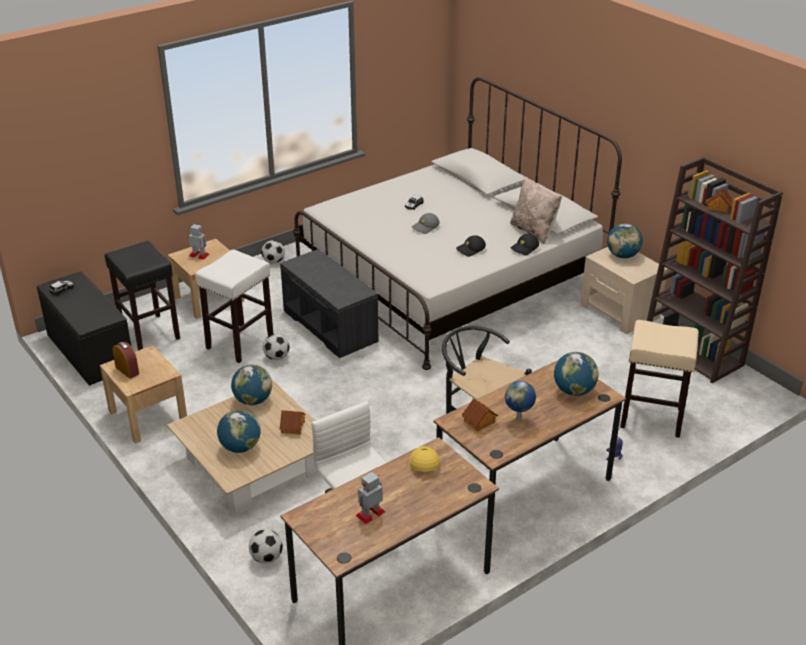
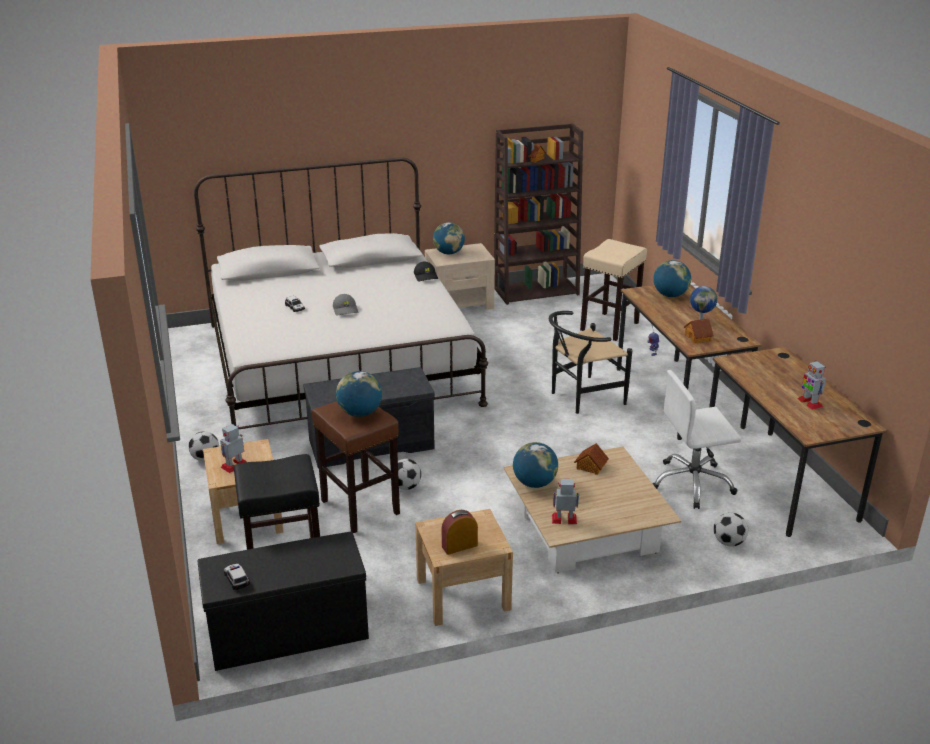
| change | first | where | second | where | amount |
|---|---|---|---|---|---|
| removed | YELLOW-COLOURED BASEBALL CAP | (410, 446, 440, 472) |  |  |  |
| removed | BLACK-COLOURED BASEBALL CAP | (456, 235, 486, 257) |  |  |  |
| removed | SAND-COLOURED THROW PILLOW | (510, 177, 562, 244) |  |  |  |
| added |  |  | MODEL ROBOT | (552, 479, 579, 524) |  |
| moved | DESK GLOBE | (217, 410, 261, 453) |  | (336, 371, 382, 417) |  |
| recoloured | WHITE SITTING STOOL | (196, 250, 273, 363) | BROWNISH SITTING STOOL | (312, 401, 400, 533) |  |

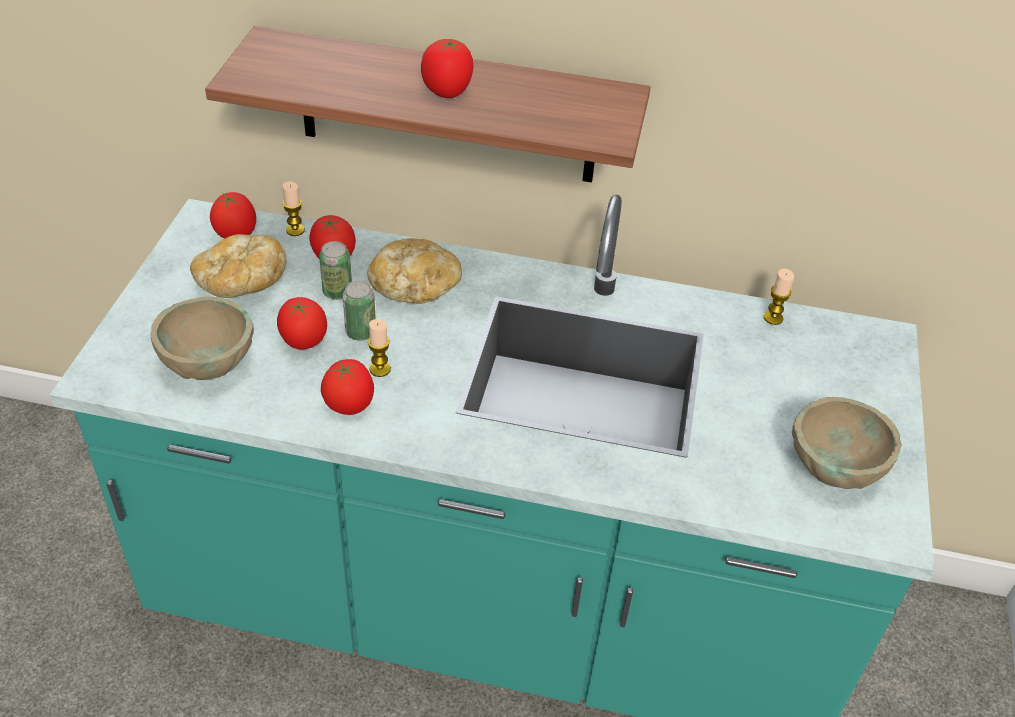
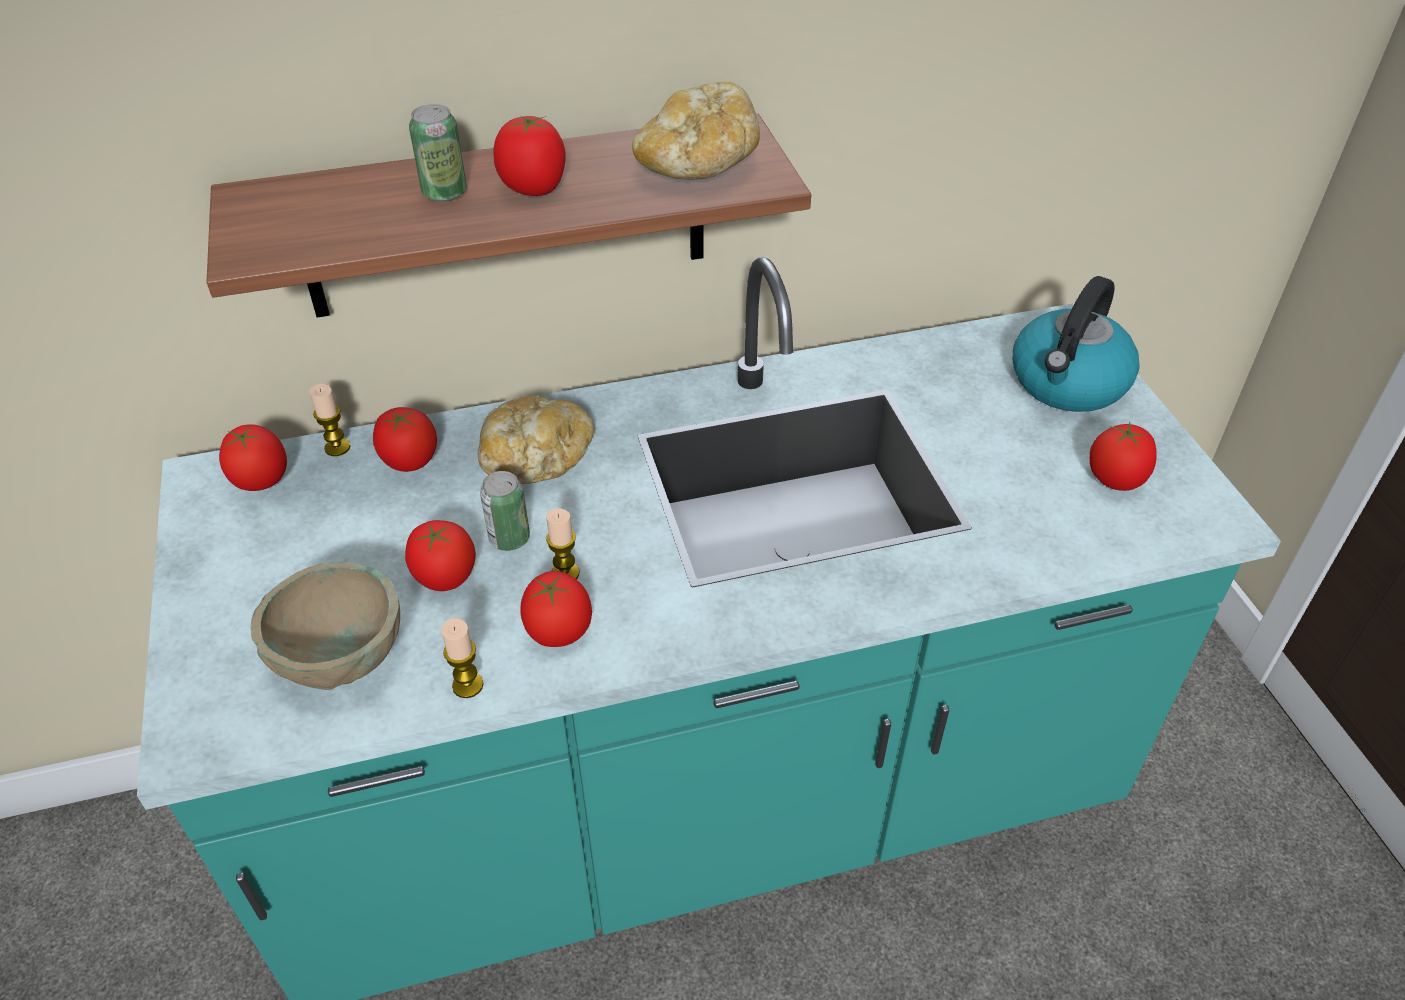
| change | first | where | second | where | amount |
|---|---|---|---|---|---|
| added |  |  | TEA KETTLE | (1012, 276, 1139, 412) |  |
| moved | BAKED BREAD | (190, 234, 287, 298) |  | (632, 82, 760, 180) |  |
| moved | METAL CAN | (319, 241, 352, 300) |  | (409, 104, 467, 202) |  |
| moved | WAX LIGHT | (764, 269, 794, 325) |  | (441, 618, 483, 698) |  |
| replaced | SAND-COLOURED BOWL | (792, 397, 901, 489) | WHOLE TOMATO | (1089, 422, 1156, 491) |  |

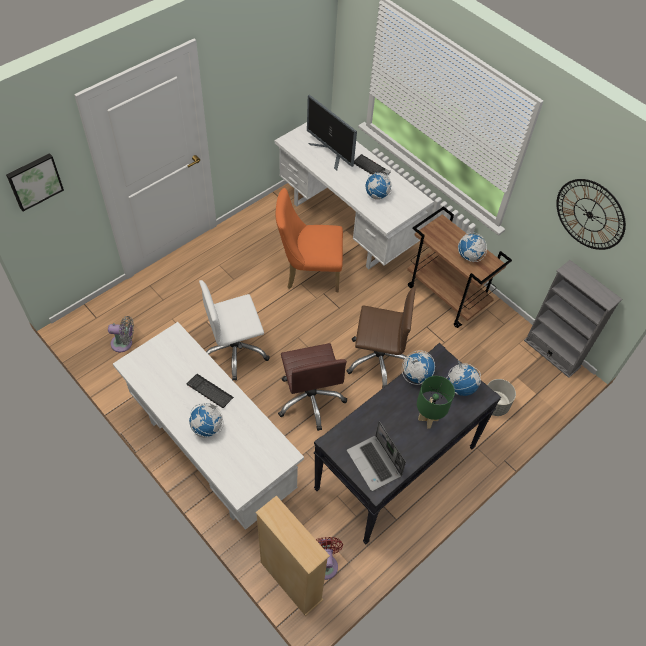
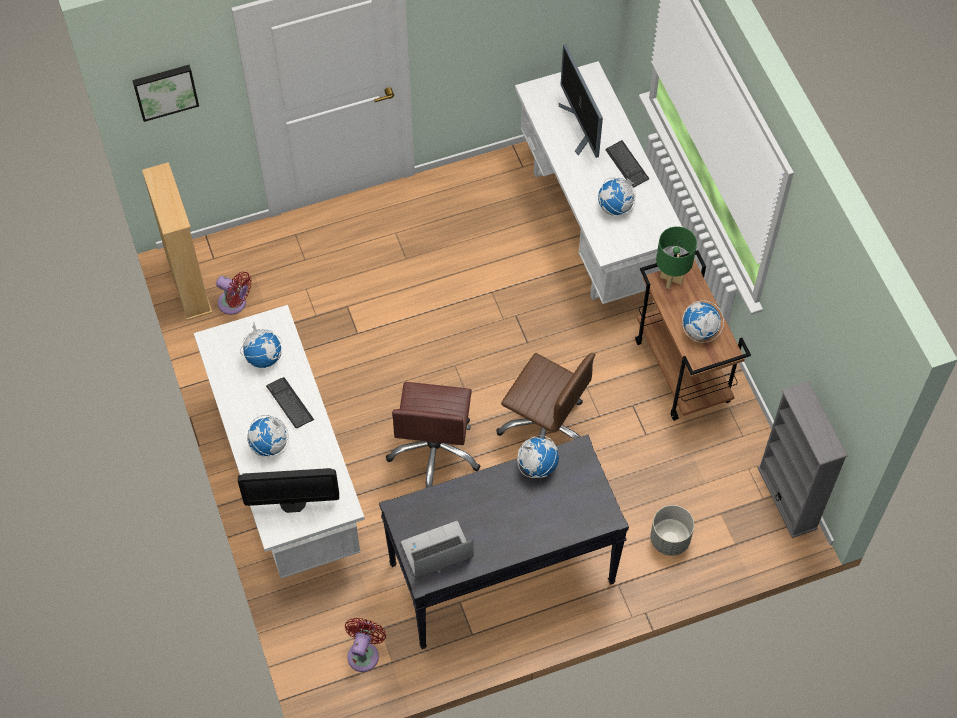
| change | first | where | second | where | amount |
|---|---|---|---|---|---|
| removed | WHITE OFFICE CHAIR | (199, 280, 270, 380) |  |  |  |
| removed | ORANGE UPRIGHT CHAIR | (276, 188, 343, 292) |  |  |  |
| removed | CLOCK ON THE WALL | (556, 179, 626, 250) |  |  |  |
| added |  |  | COMPUTER SCREEN | (238, 468, 339, 513) |  |
| moved | SAND-COLOURED SHELVING UNIT | (256, 496, 330, 616) |  | (142, 162, 213, 320) |  |
| moved | GREEN TABLETOP LAMP | (417, 376, 455, 429) |  | (656, 226, 697, 289) |  |
| moved | DESK GLOBE | (446, 360, 481, 396) |  | (240, 322, 282, 368) |  |
| recoloured | GREY FAN | (108, 316, 134, 352) | RED FAN | (216, 272, 252, 315) |  |
| turned | LAPTOP | (347, 421, 406, 491) |  | (401, 521, 473, 578) | 75 degrees clockwise |

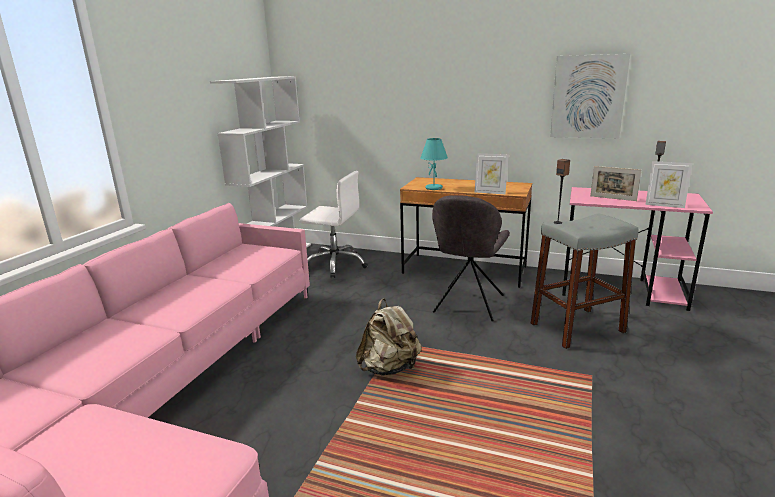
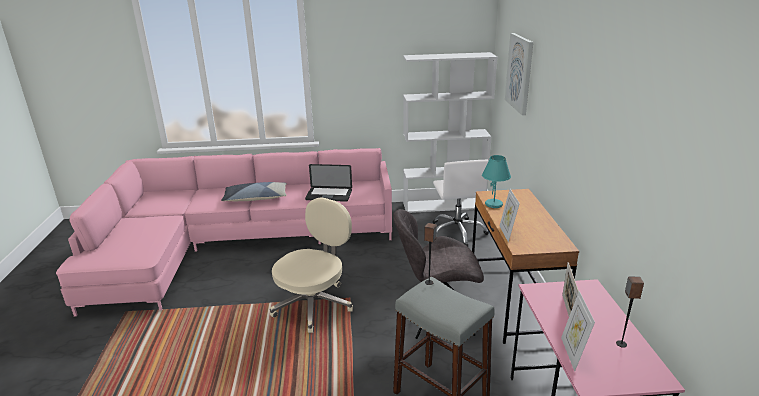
| change | first | where | second | where | amount |
|---|---|---|---|---|---|
| added |  |  | THROW PILLOW | (221, 182, 287, 201) |  |
| added |  |  | LAPTOP | (305, 164, 352, 202) |  |
| moved | WALL ART | (550, 54, 630, 138) |  | (505, 33, 533, 115) |  |
| replaced | SAND-COLOURED BACKPACK | (356, 299, 422, 376) | SAND-COLOURED OFFICE CHAIR | (270, 197, 353, 333) |  |

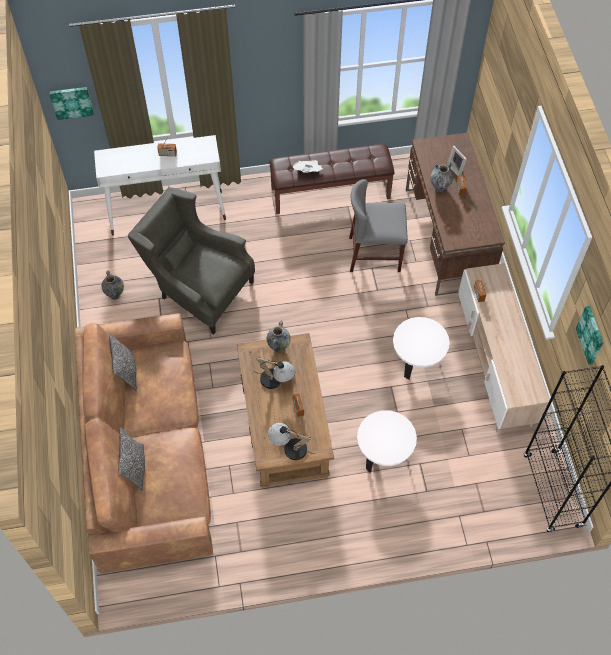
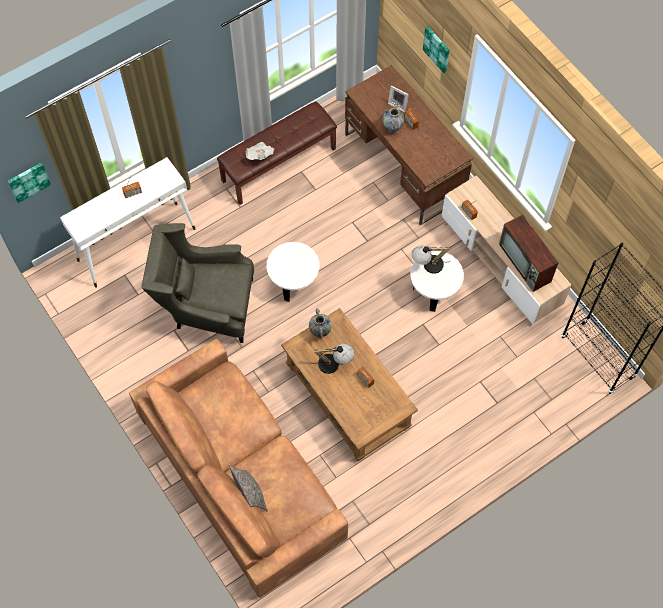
| change | first | where | second | where | amount |
|---|---|---|---|---|---|
| removed | FLOWER VASE | (102, 270, 124, 300) |  |  |  |
| removed | THROW PILLOW | (109, 333, 137, 392) |  |  |  |
| removed | GREY UPRIGHT CHAIR | (349, 179, 408, 272) |  |  |  |
| added |  |  | TELEVISION | (499, 215, 558, 292) |  |
| moved | TABLETOP LAMP | (268, 423, 315, 460) |  | (412, 245, 451, 274) |  |
| moved | WHITE SIDE TABLE | (357, 410, 417, 473) |  | (267, 242, 320, 302) |  |
| moved | WALL ART | (576, 306, 603, 365) |  | (423, 26, 450, 73) |  |

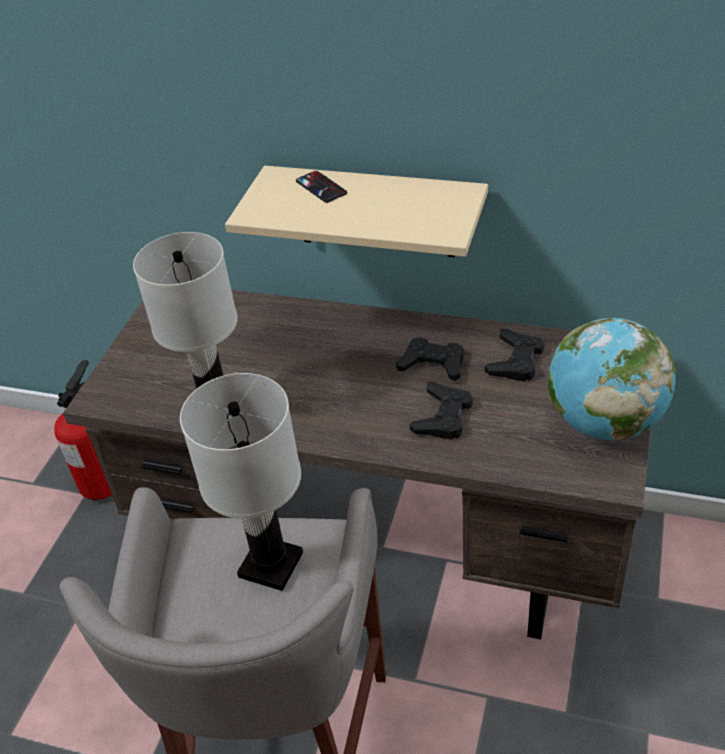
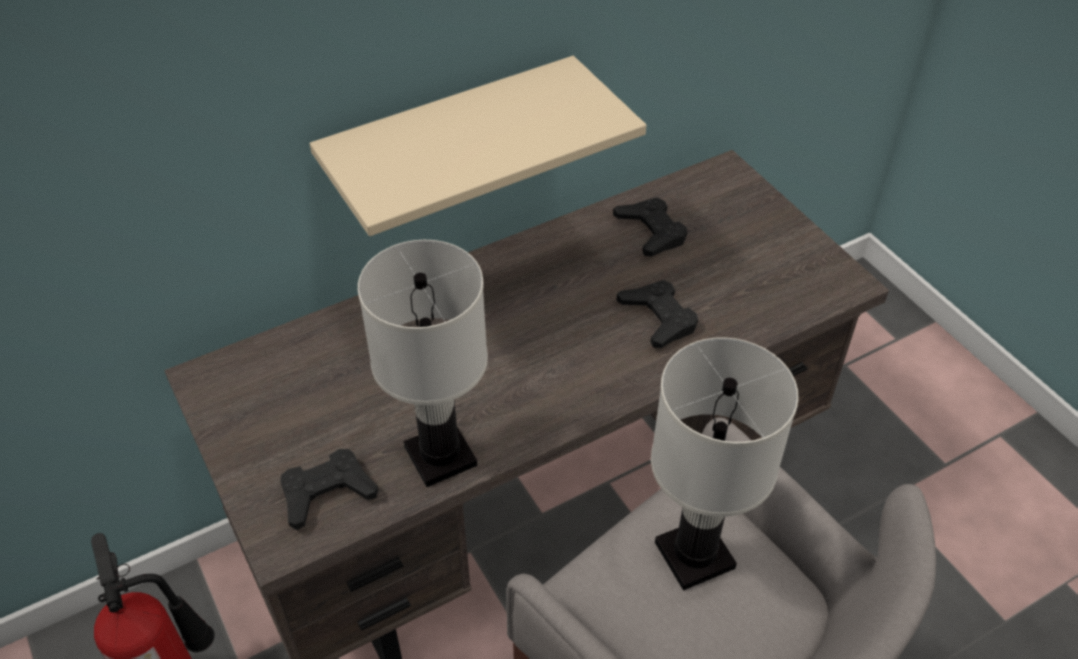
| change | first | where | second | where | amount |
|---|---|---|---|---|---|
| removed | TELEPHONE | (296, 171, 347, 203) |  |  |  |
| removed | DESK GLOBE | (547, 318, 676, 441) |  |  |  |
| moved | BLACK-COLOURED JOYPAD | (396, 337, 464, 381) |  | (280, 449, 378, 530) |  |

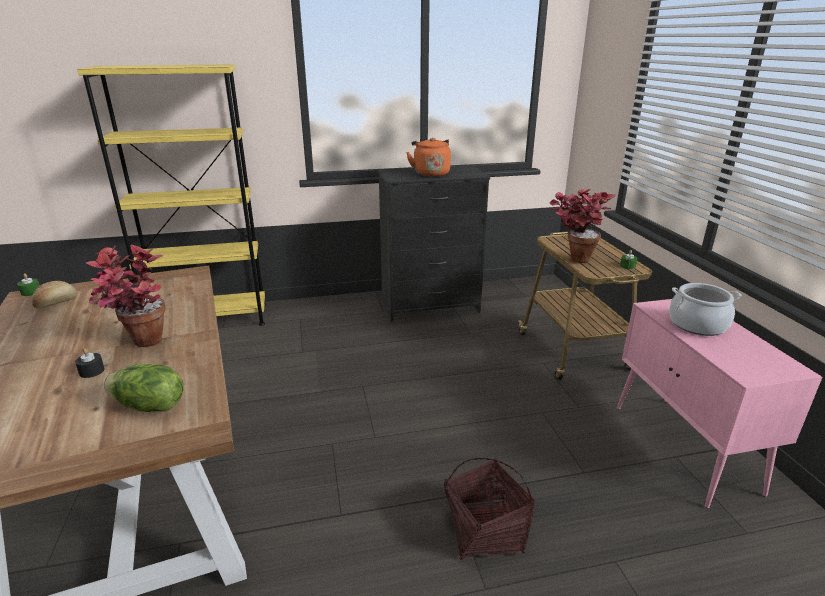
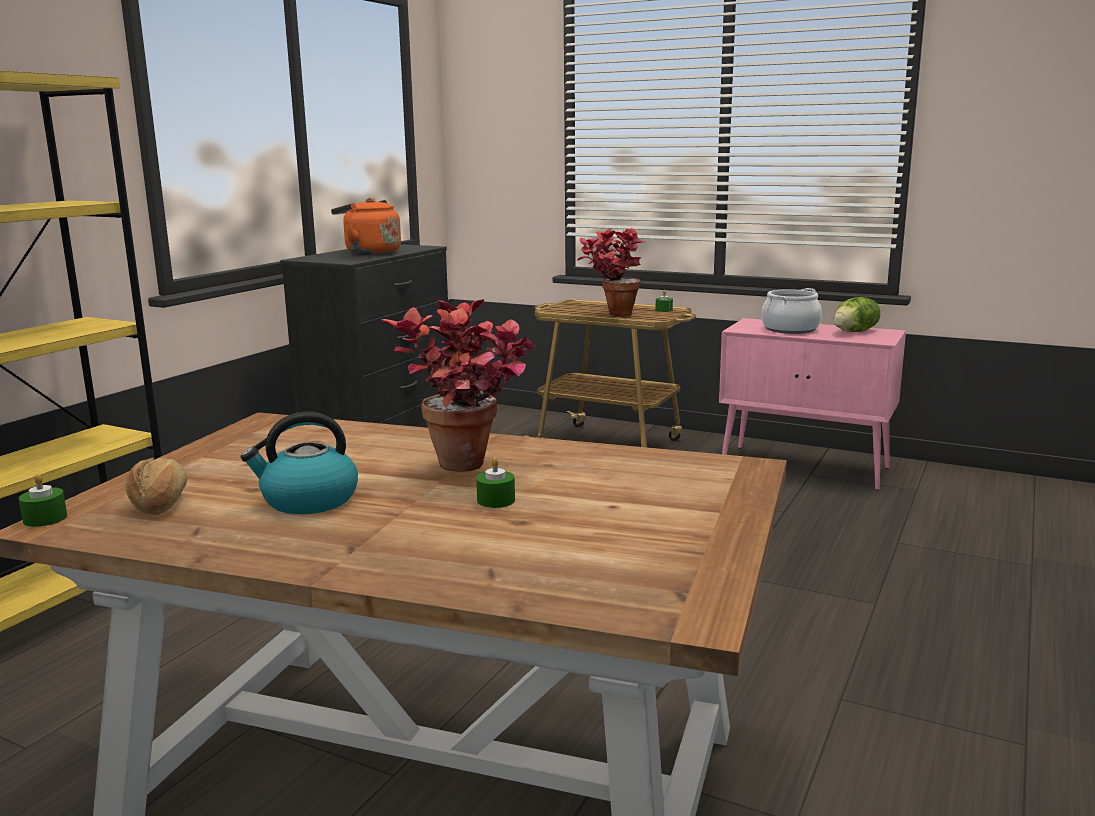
| change | first | where | second | where | amount |
|---|---|---|---|---|---|
| removed | STORAGE BASKET | (444, 458, 535, 560) |  |  |  |
| added |  |  | TEA KETTLE | (240, 412, 358, 514) |  |
| moved | HEAD OF LETTUCE | (103, 364, 184, 412) |  | (834, 297, 881, 332) |  |
| recoloured | BLACK-COLOURED WAX LIGHT | (75, 348, 105, 378) | GREEN WAX LIGHT | (476, 457, 515, 508) |  |

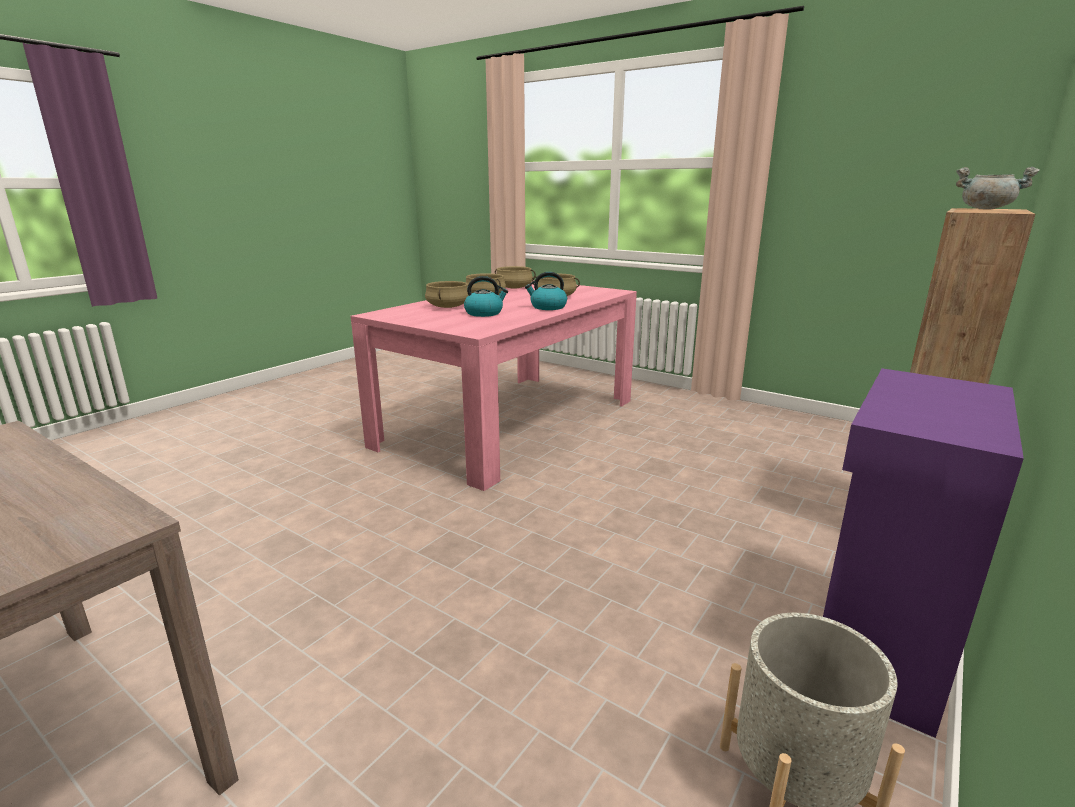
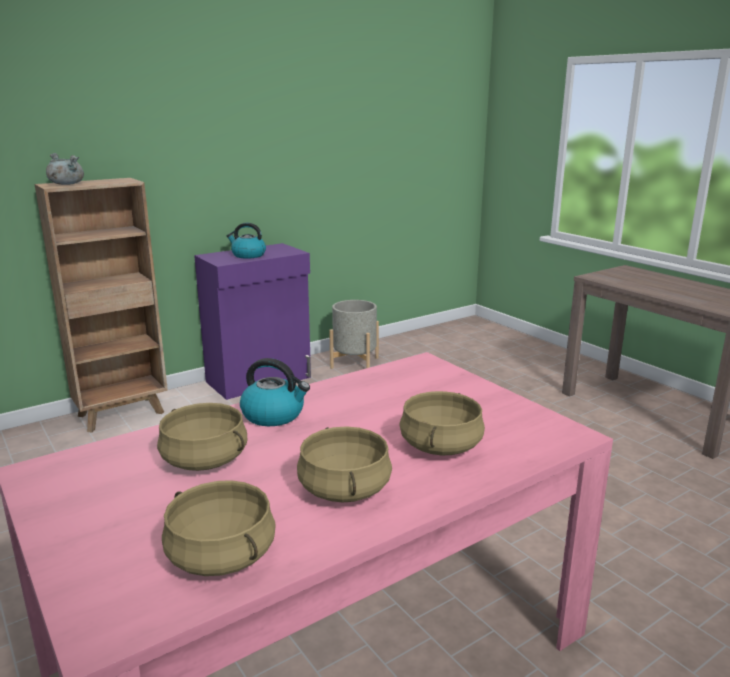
| change | first | where | second | where | amount |
|---|---|---|---|---|---|
| moved | TEA KETTLE | (464, 276, 508, 317) |  | (226, 223, 266, 259) |  |

